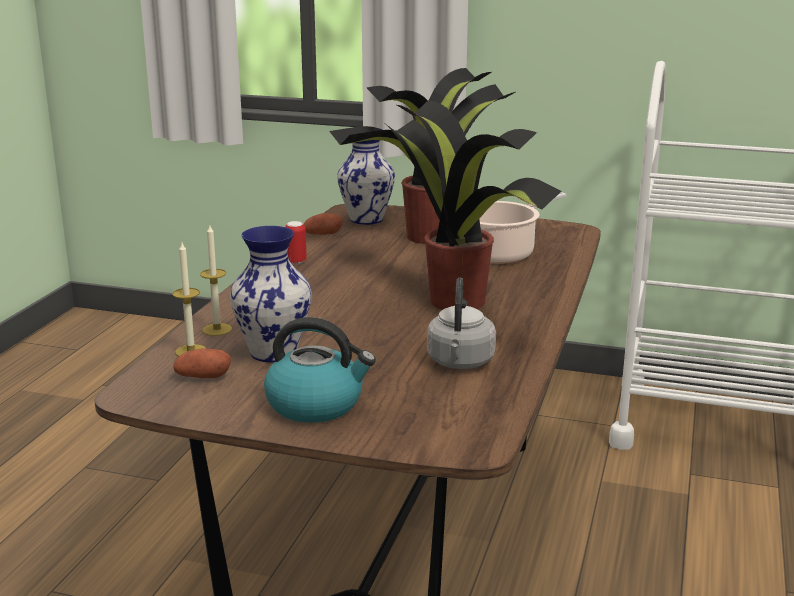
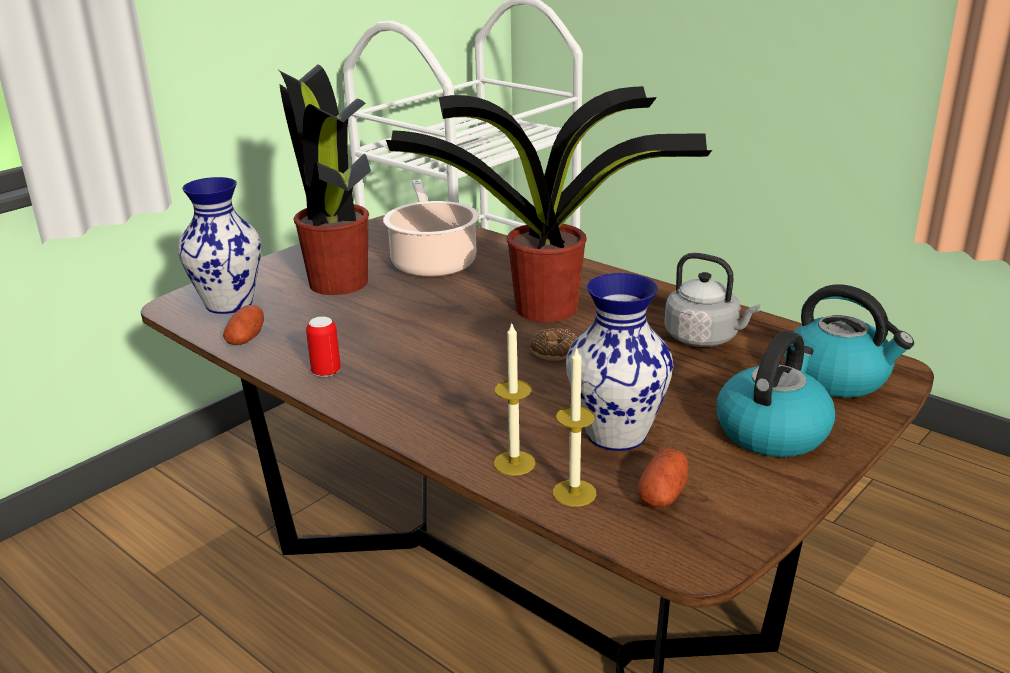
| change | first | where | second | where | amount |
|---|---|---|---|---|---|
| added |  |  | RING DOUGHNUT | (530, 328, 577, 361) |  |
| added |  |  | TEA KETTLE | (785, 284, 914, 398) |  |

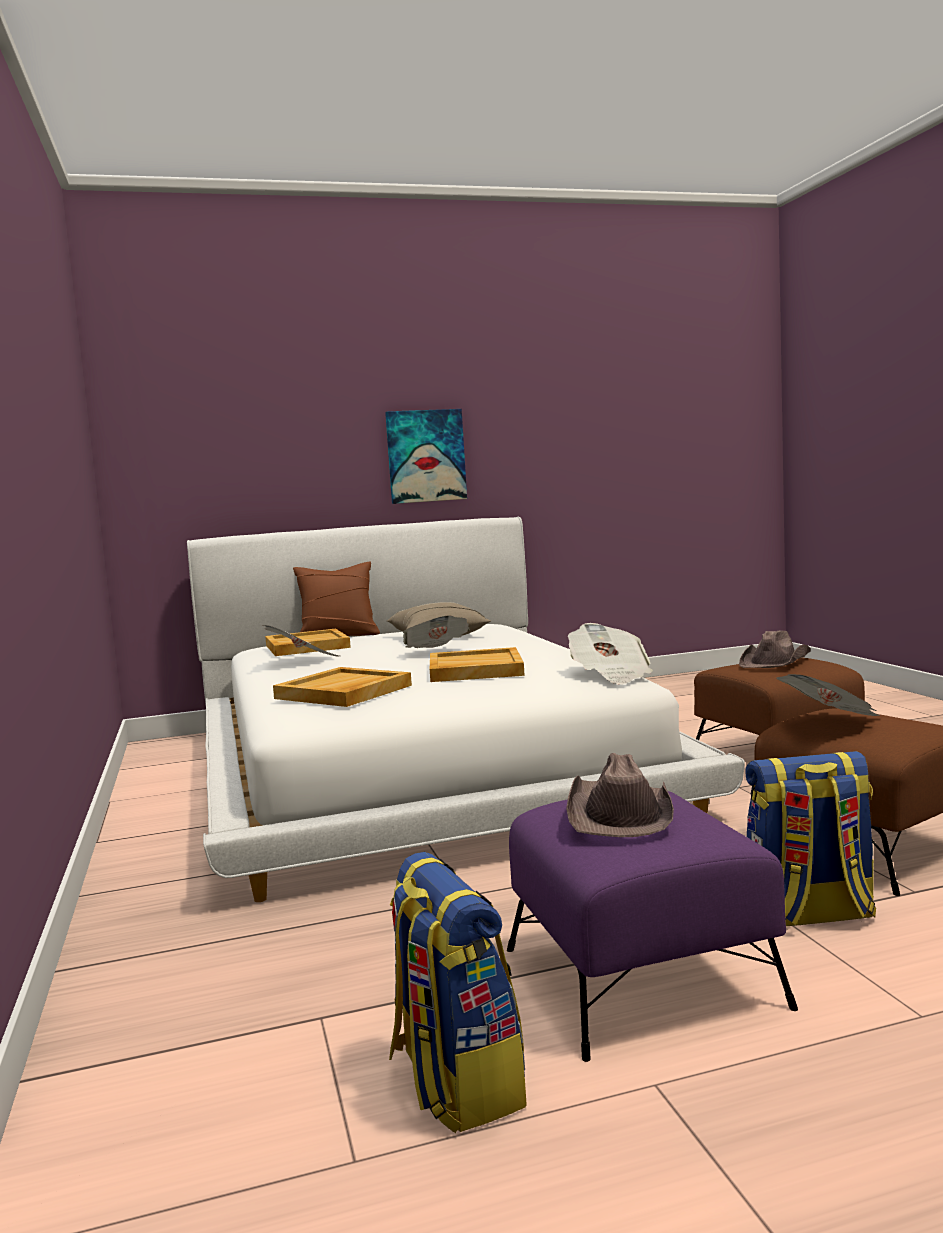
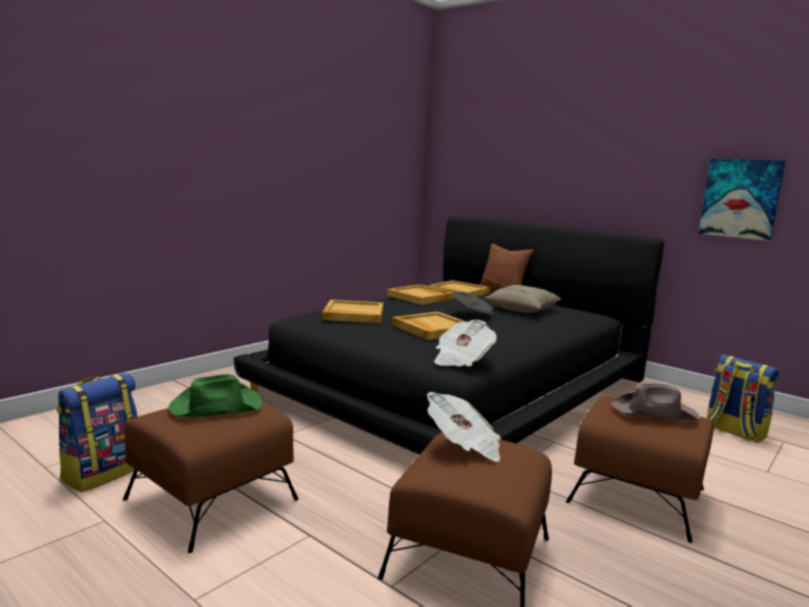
| change | first | where | second | where | amount |
|---|---|---|---|---|---|
| moved | WALL ART | (385, 409, 467, 504) |  | (698, 158, 786, 241) |  |
| moved | BACKPACK | (745, 751, 876, 926) |  | (707, 354, 780, 443) |  |
| replaced | NEWSPAPER | (262, 625, 339, 656) | SAND-COLOURED CARRYING TRAY | (387, 285, 454, 305) |  |
| recoloured | WHITE SLEEPING BED | (187, 516, 745, 902) | BLACK-COLOURED SLEEPING BED | (234, 216, 664, 455) |  |
| recoloured | PURPLE-COLOURED POUFFE | (507, 791, 798, 1062) | BROWNISH POUFFE | (123, 402, 299, 553) |  |
| recoloured | BROWNISH CLOTHING HAT | (566, 753, 674, 837) | GREEN CLOTHING HAT | (168, 374, 263, 417) |  |

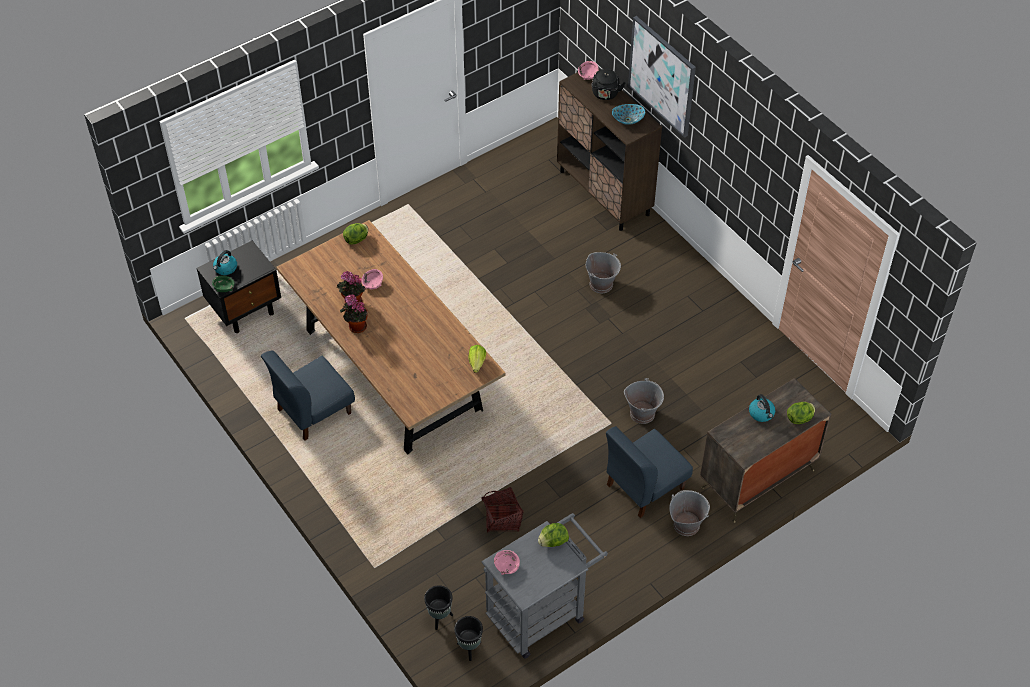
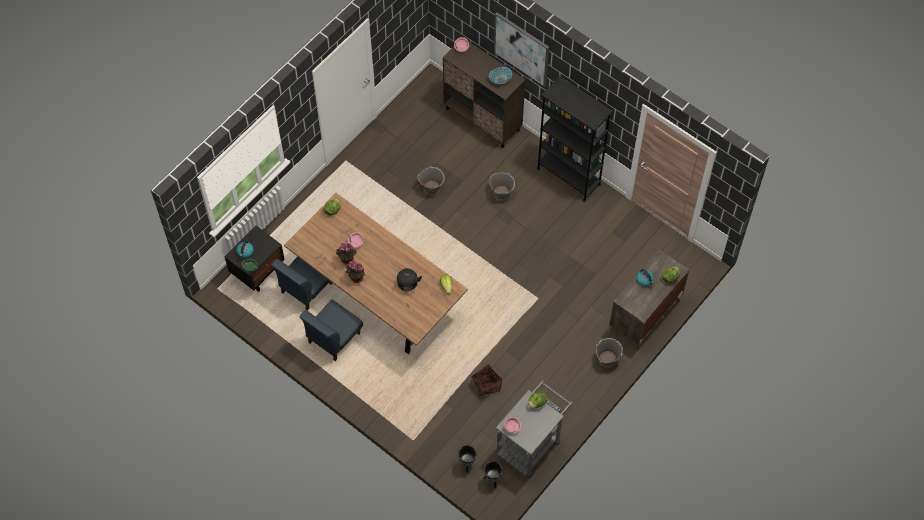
| change | first | where | second | where | amount |
|---|---|---|---|---|---|
| added |  |  | BLACK-COLOURED SHELVING UNIT | (537, 76, 613, 202) |  |
| moved | BLACK-COLOURED TEA KETTLE | (591, 69, 626, 100) |  | (397, 268, 422, 291) |  |
| moved | BLUE UPRIGHT CHAIR | (606, 426, 693, 518) |  | (272, 257, 332, 310) |  |
| moved | GREY WATER BUCKET | (624, 378, 664, 424) |  | (417, 166, 445, 196) |  |

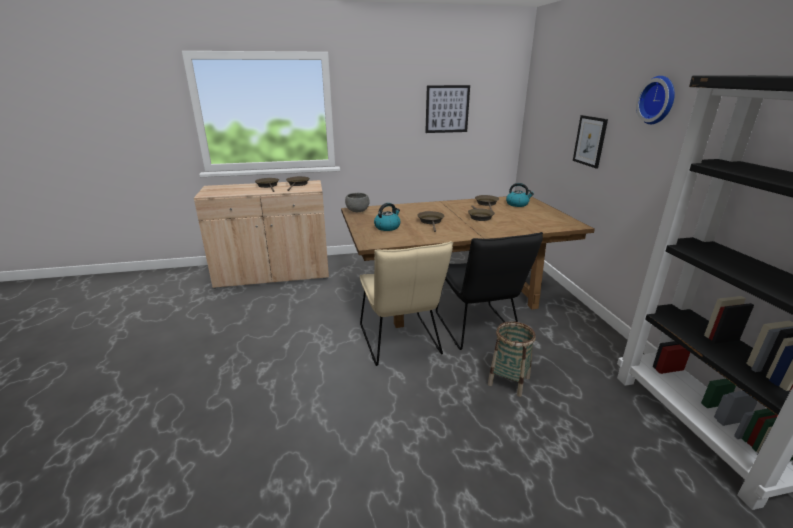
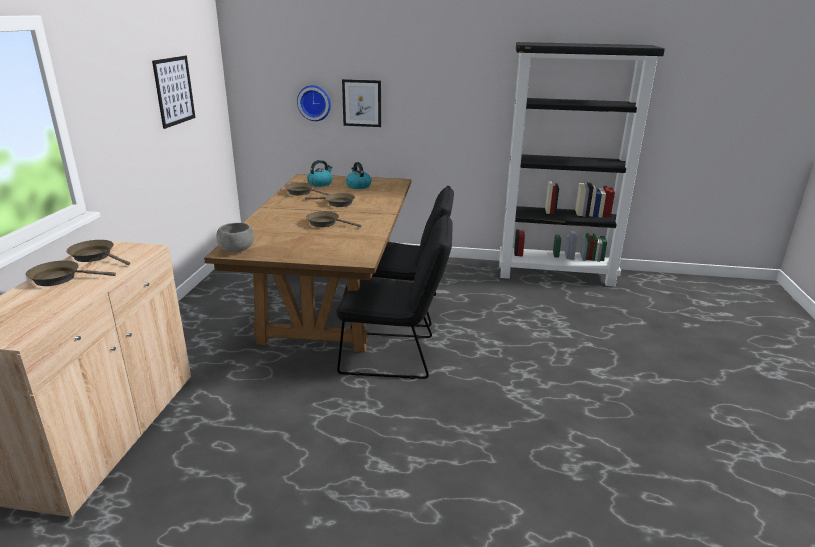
| change | first | where | second | where | amount |
|---|---|---|---|---|---|
| removed | STORAGE BASKET | (488, 322, 536, 397) |  |  |  |
| moved | TEA KETTLE | (374, 203, 401, 231) |  | (346, 162, 371, 189) |  |
| moved | CLOCK ON THE WALL | (636, 76, 675, 124) |  | (297, 85, 331, 121) |  |
| recoloured | SAND-COLOURED UPRIGHT CHAIR | (360, 241, 453, 366) | BLACK-COLOURED UPRIGHT CHAIR | (336, 214, 453, 379) |  |

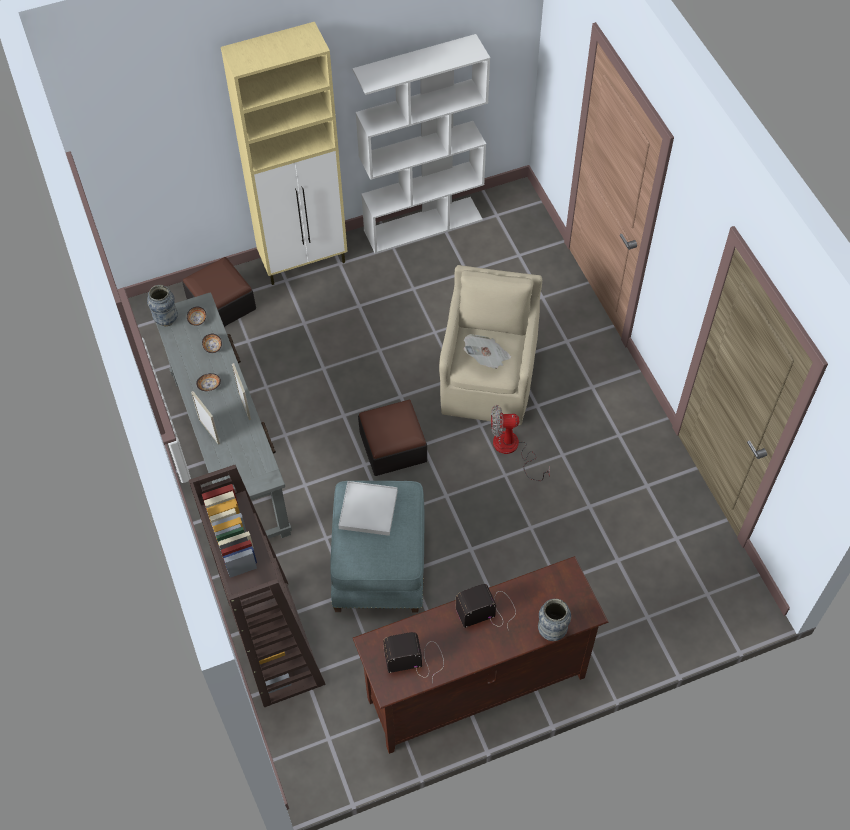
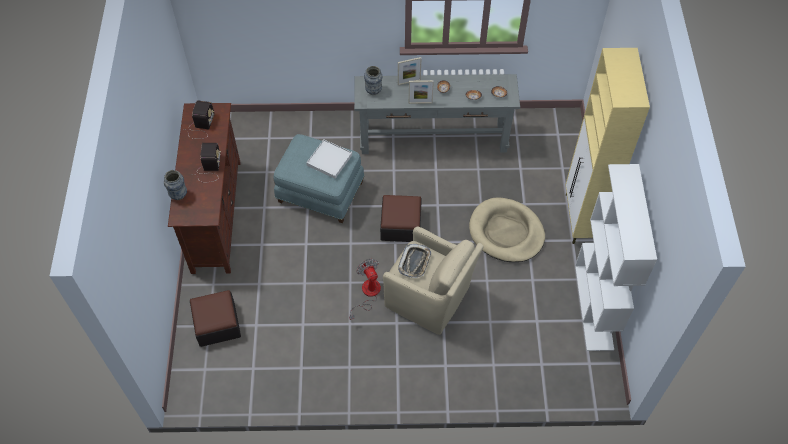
| change | first | where | second | where | amount |
|---|---|---|---|---|---|
| removed | BROWNISH SHELVING UNIT | (189, 465, 326, 707) |  |  |  |
| added |  |  | SAND-COLOURED DOG BED | (469, 198, 545, 262) |  |
| moved | FLOWER VASE | (147, 285, 178, 326) |  | (364, 66, 383, 95) |  |
| moved | POUFFE | (183, 257, 256, 327) |  | (190, 290, 241, 347) |  |
| replaced | NEWSPAPER | (463, 334, 511, 369) | CARRYING TRAY | (398, 244, 431, 278) |  |
| turned | FAN | (491, 405, 550, 481) |  | (349, 259, 381, 320) | 45 degrees counterclockwise |

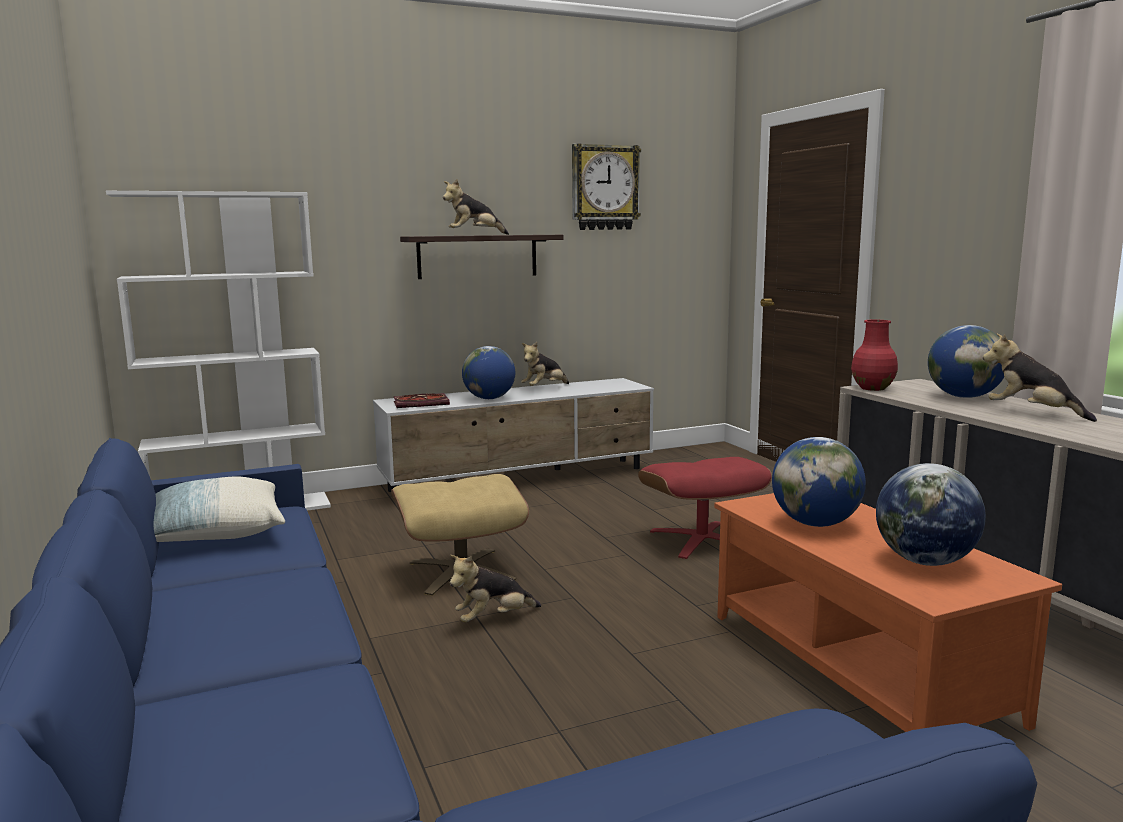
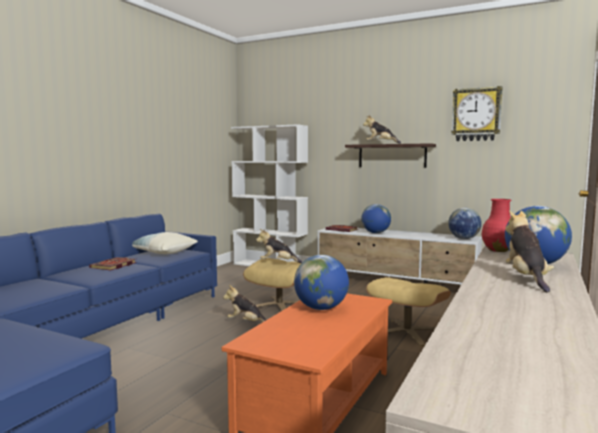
| change | first | where | second | where | amount |
|---|---|---|---|---|---|
| added |  |  | VOLUME | (89, 257, 137, 270) |  |
| moved | CUDDLY TOY | (521, 342, 569, 386) |  | (256, 229, 302, 263) |  |
| moved | DESK GLOBE | (876, 463, 986, 566) |  | (448, 208, 482, 239) |  |
| recoloured | RED POUFFE | (638, 457, 772, 559) | SAND-COLOURED POUFFE | (366, 277, 451, 346) |  |

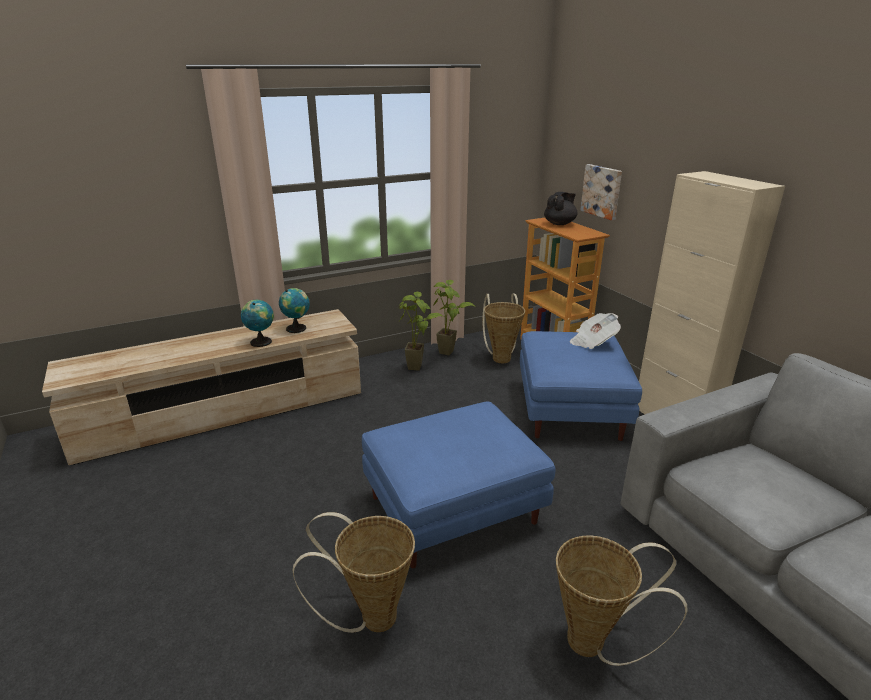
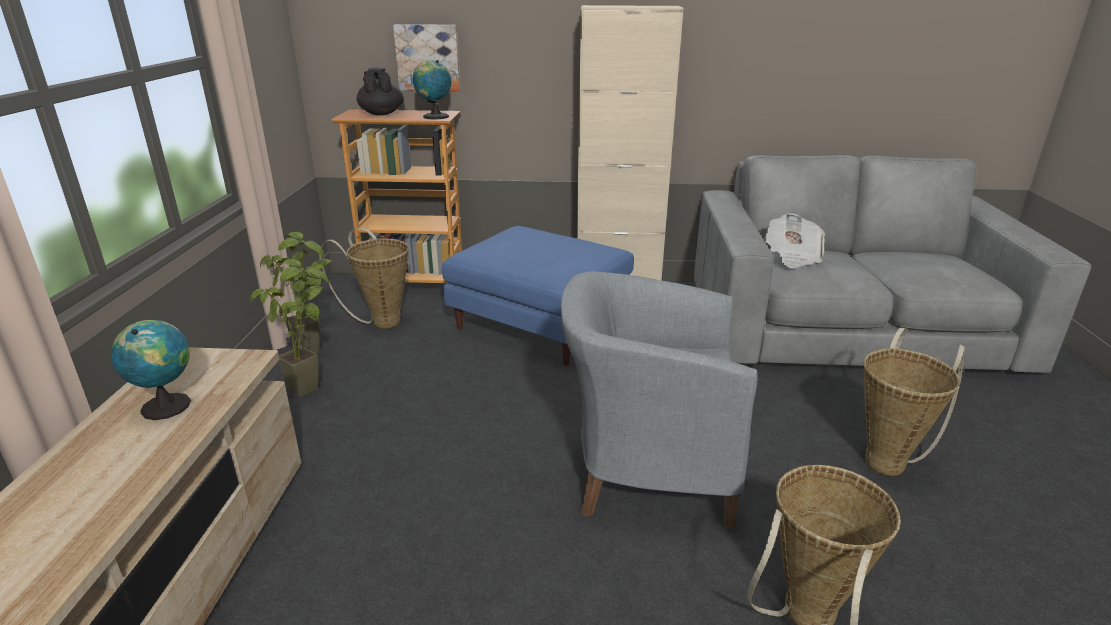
| change | first | where | second | where | amount |
|---|---|---|---|---|---|
| moved | DESK GLOBE | (241, 300, 274, 347) |  | (413, 60, 451, 119) |  |
| moved | NEWSPAPER | (570, 313, 621, 349) |  | (765, 213, 825, 268) |  |
| replaced | BLUE POUFFE | (362, 402, 555, 568) | GREY LOUNGE CHAIR | (561, 271, 758, 528) |  |

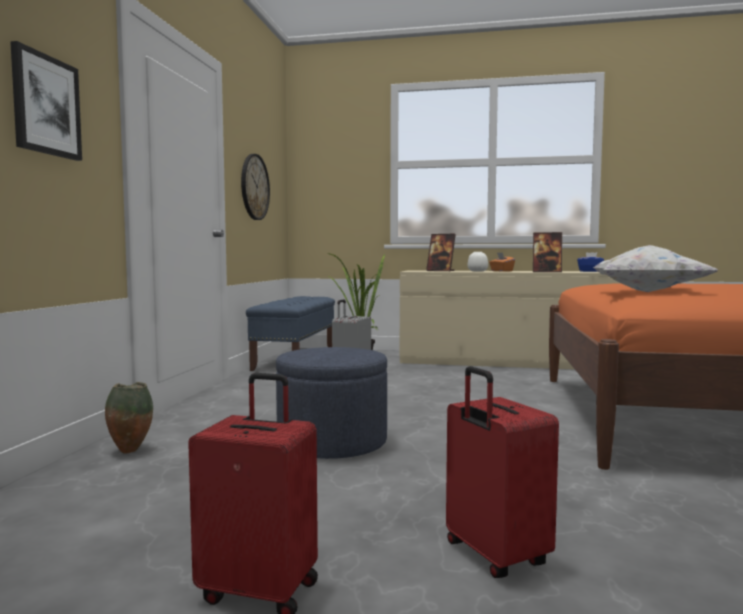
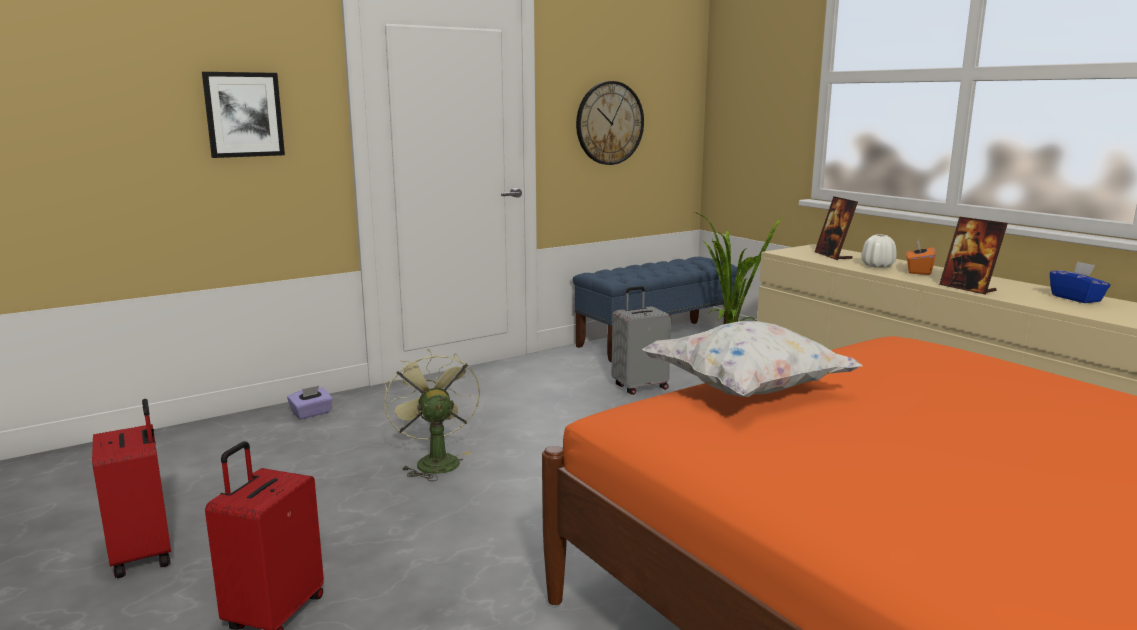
| change | first | where | second | where | amount |
|---|---|---|---|---|---|
| replaced | FLOWER VASE | (105, 382, 153, 454) | PURPLE-COLOURED TISSUE BOX | (287, 386, 333, 420) |  |
| replaced | BLUE POUFFE | (276, 347, 387, 459) | GREEN FAN | (384, 349, 480, 481) |  |

